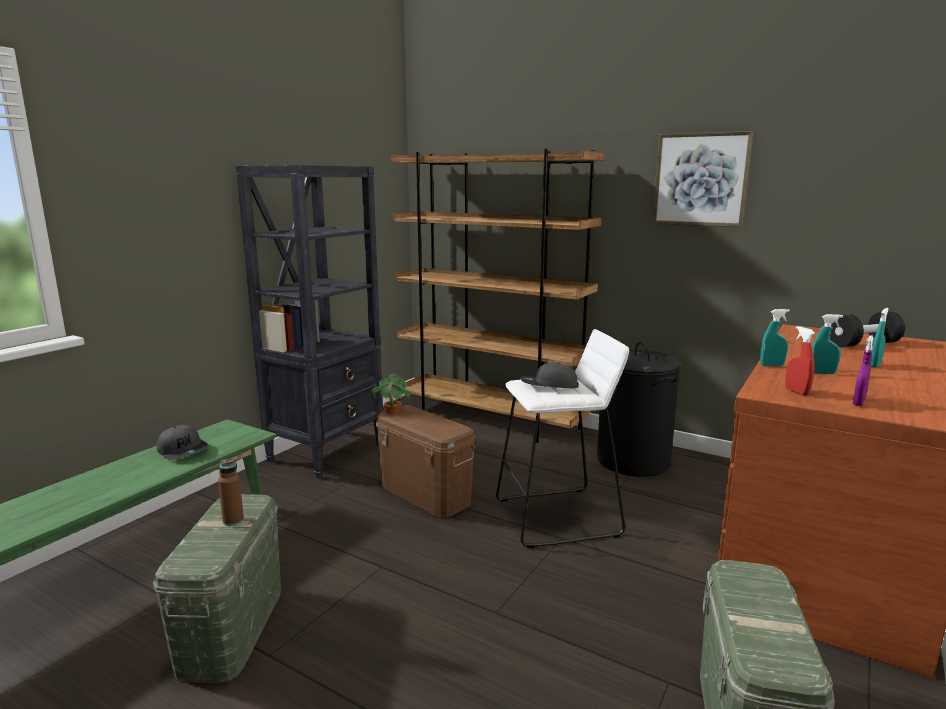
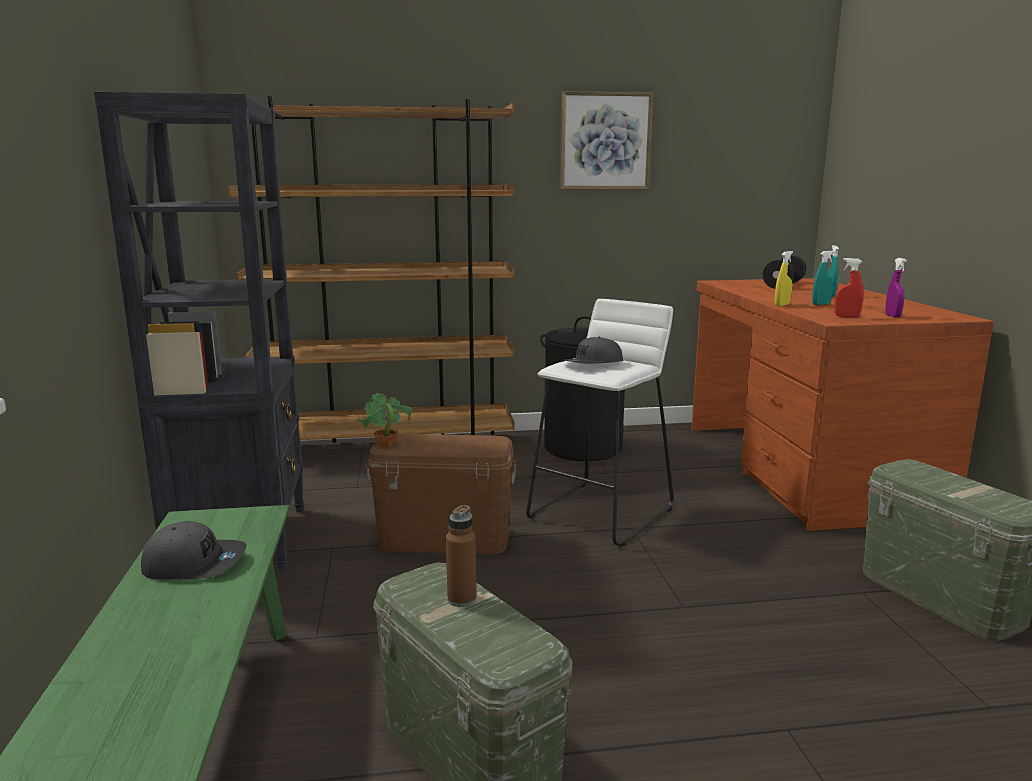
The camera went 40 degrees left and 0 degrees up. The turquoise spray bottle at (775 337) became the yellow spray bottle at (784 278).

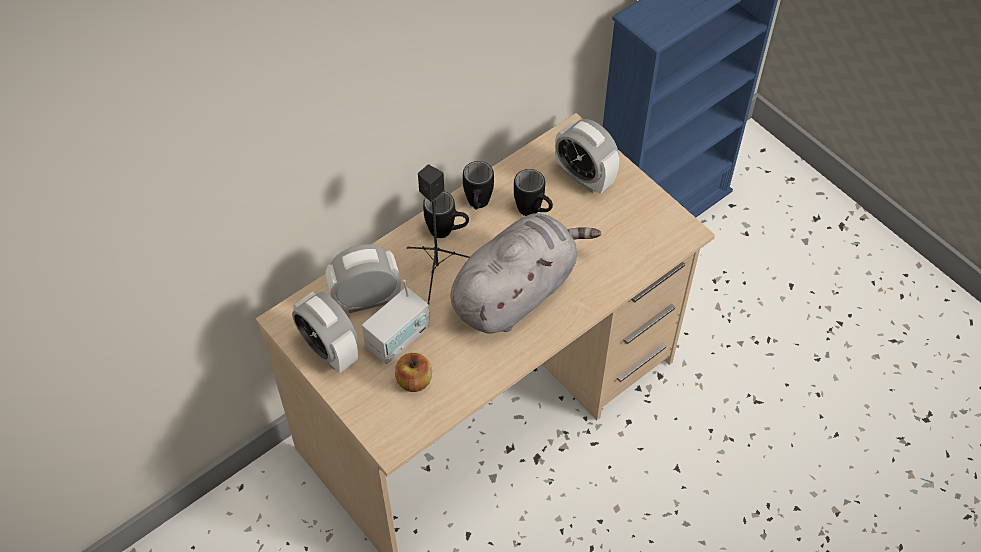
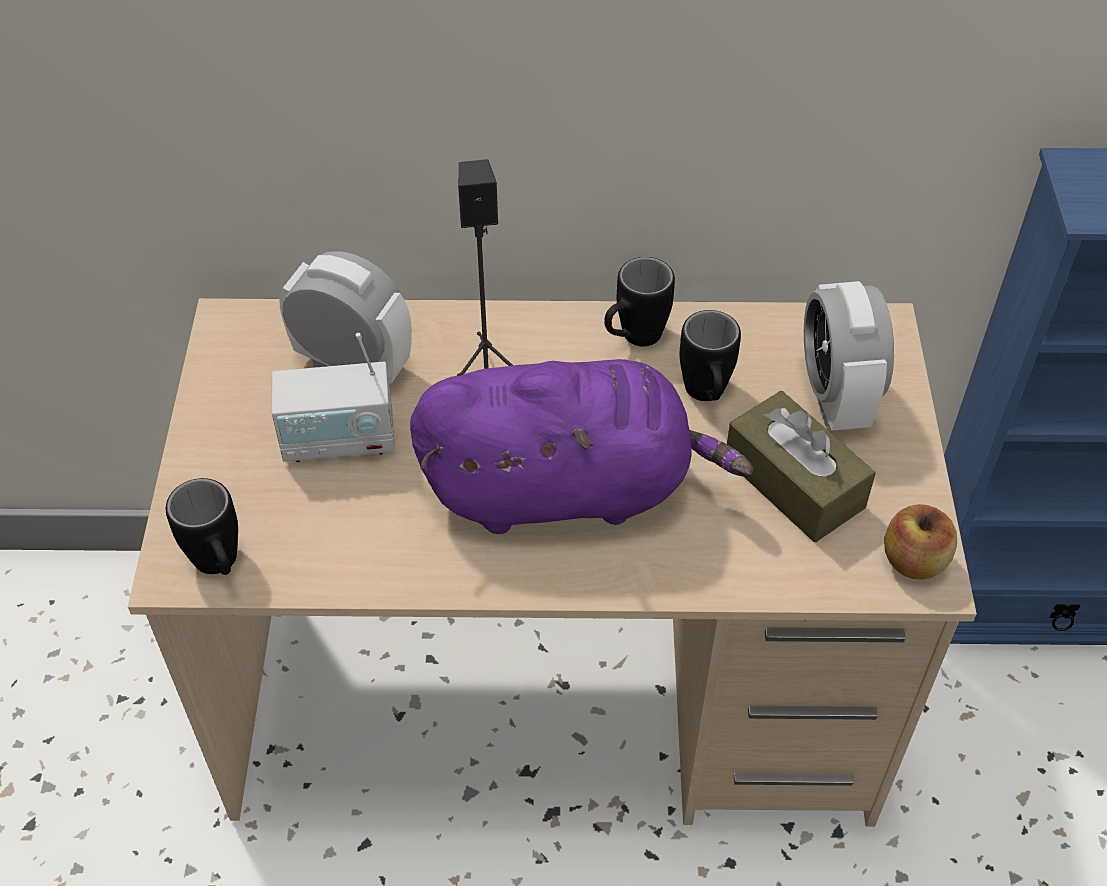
The camera went 40 degrees right and 5 degrees down. The black coffee mug moved from (446 214) to (202 526). The greyish cuddly toy at (526 273) became the purplish cuddly toy at (582 446). The alarm clock at (325 332) disappeared. The whole apple moved from (413 372) to (920 542). The brownish box of tissues at (801 466) appeared.

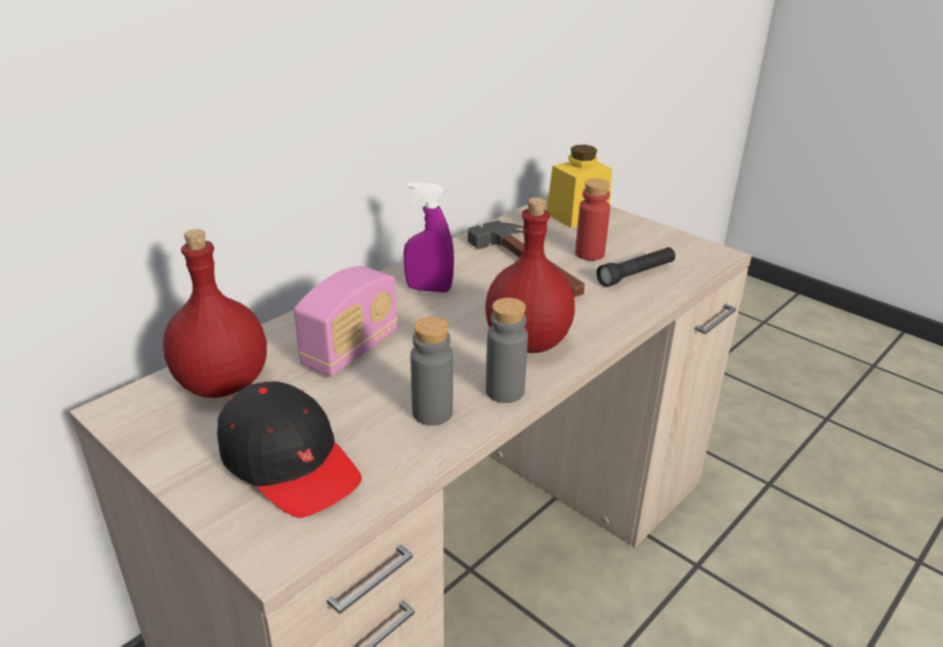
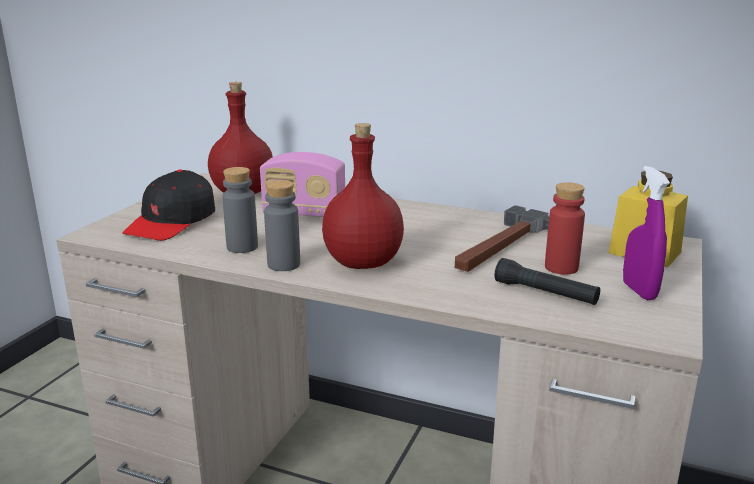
The camera went 70 degrees right and 10 degrees down. The purplish spray bottle moved from (428 237) to (646 233).

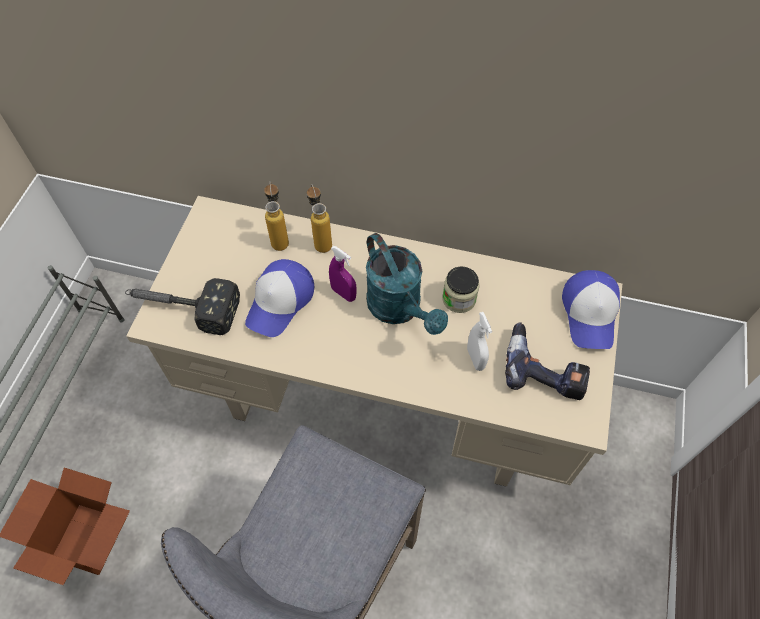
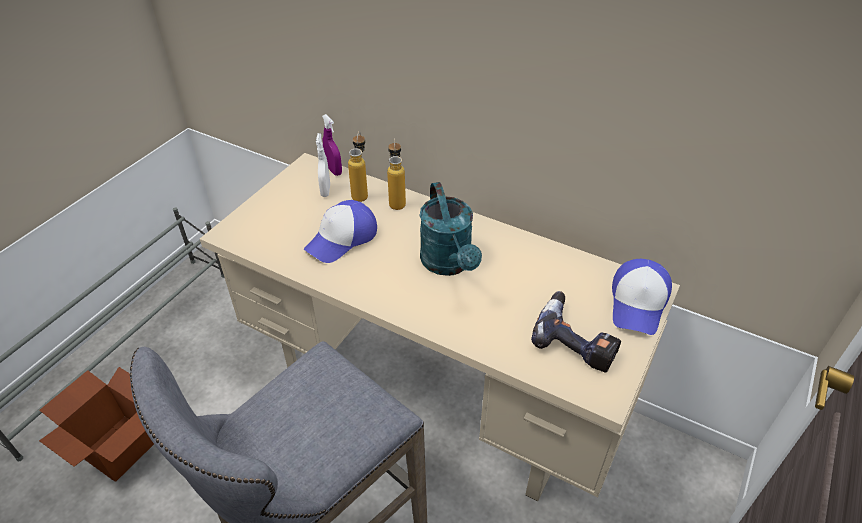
The camera went 15 degrees right and 15 degrees down. The purplish spray bottle moved from (343 274) to (332 145). The storage jar at (460 289) disappeared. The hand hammer at (182 306) disappeared. The whitish spray bottle moved from (479 341) to (323 165).

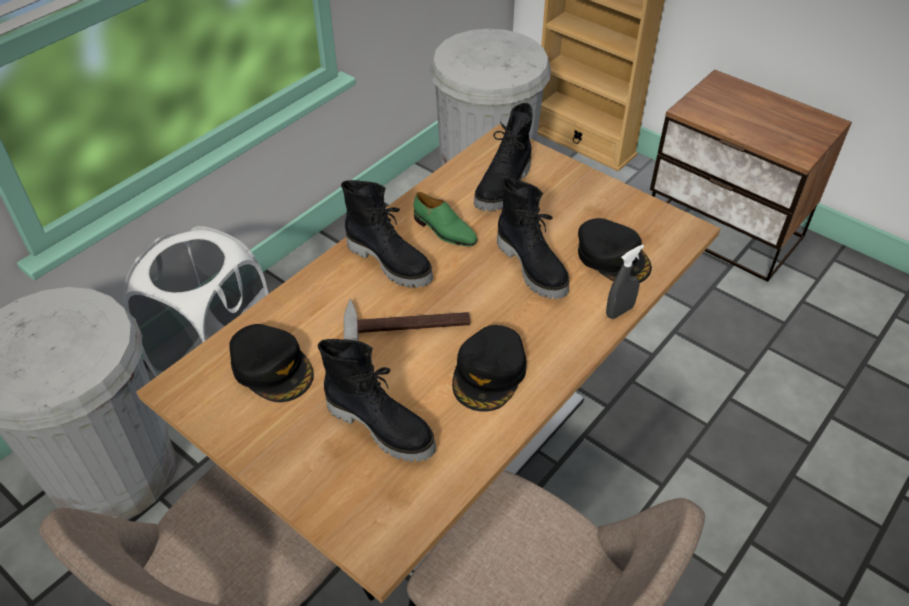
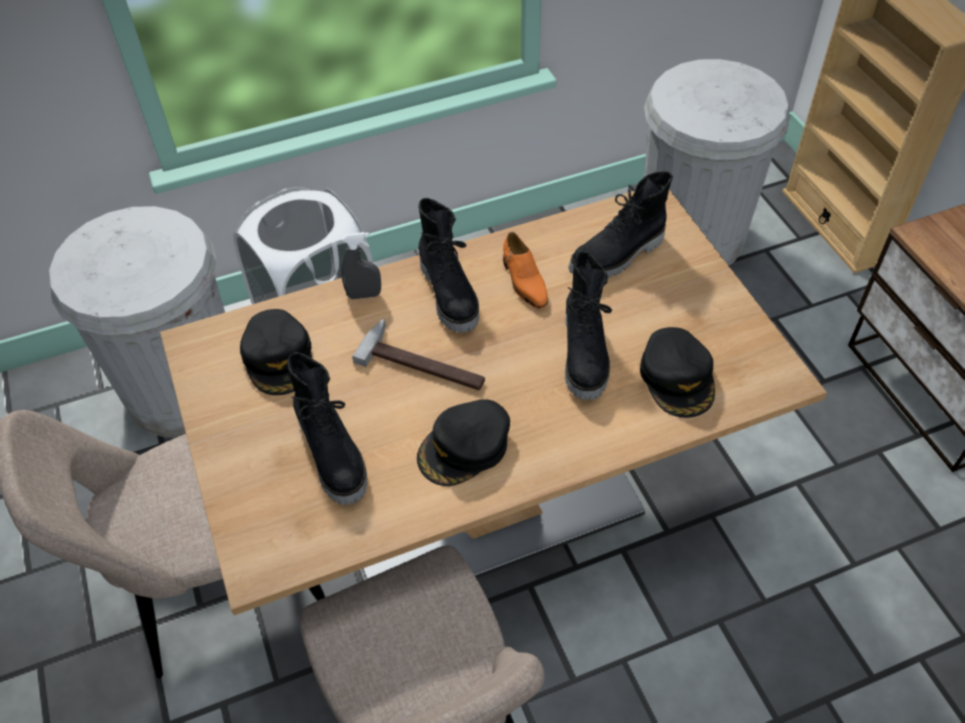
The camera went 30 degrees right and 5 degrees up. The greenish shoe at (445 219) became the orange-coloured shoe at (525 270). The greyish spray bottle moved from (625 281) to (361 265).

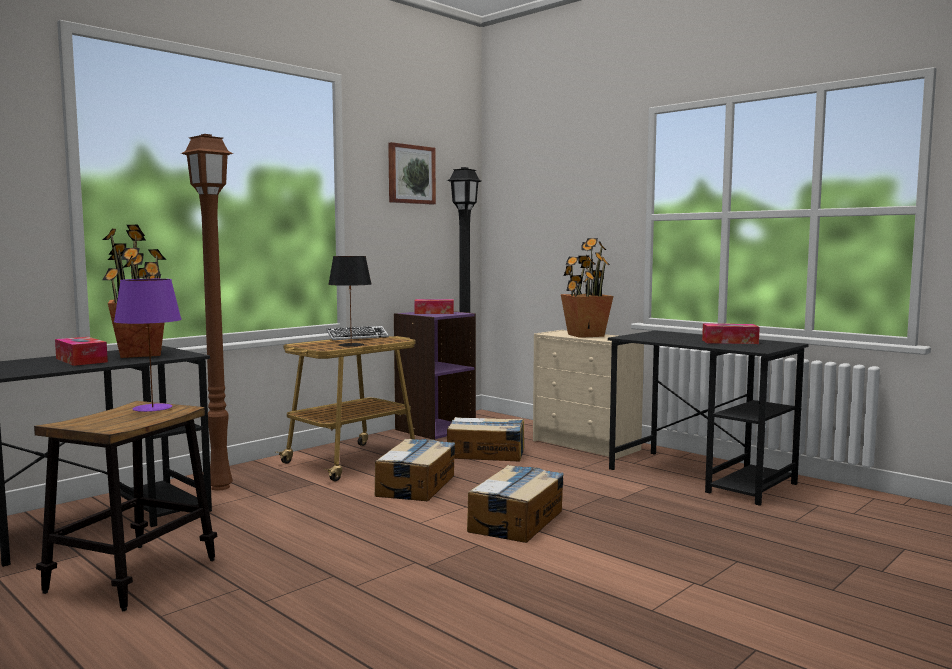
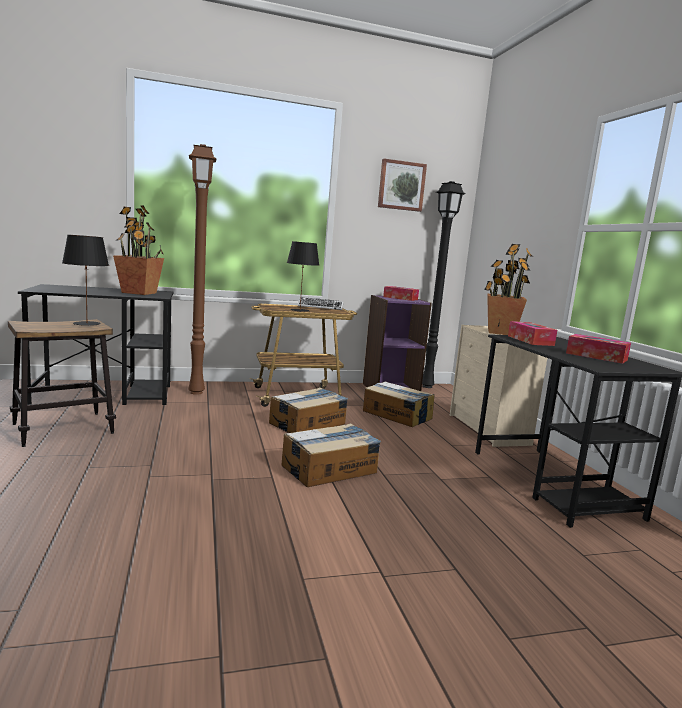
The camera went 30 degrees right and 5 degrees up. The purplish tabletop lamp at (148 345) became the black tabletop lamp at (85 280). The box of tissues moved from (81 351) to (532 333).

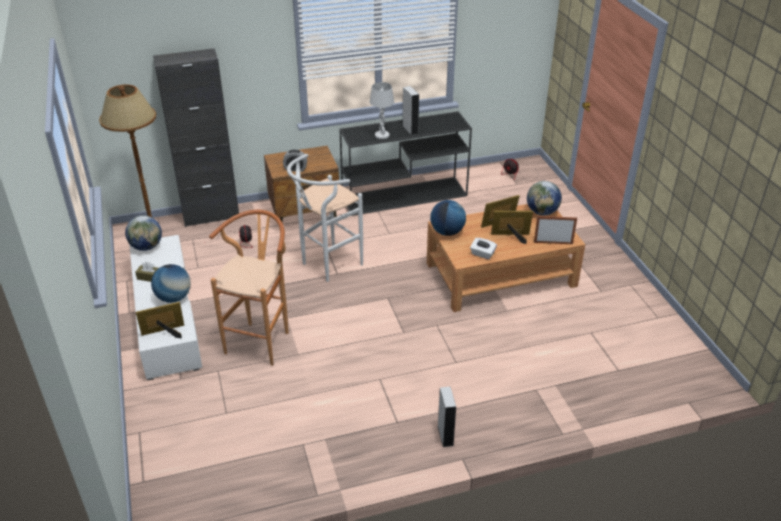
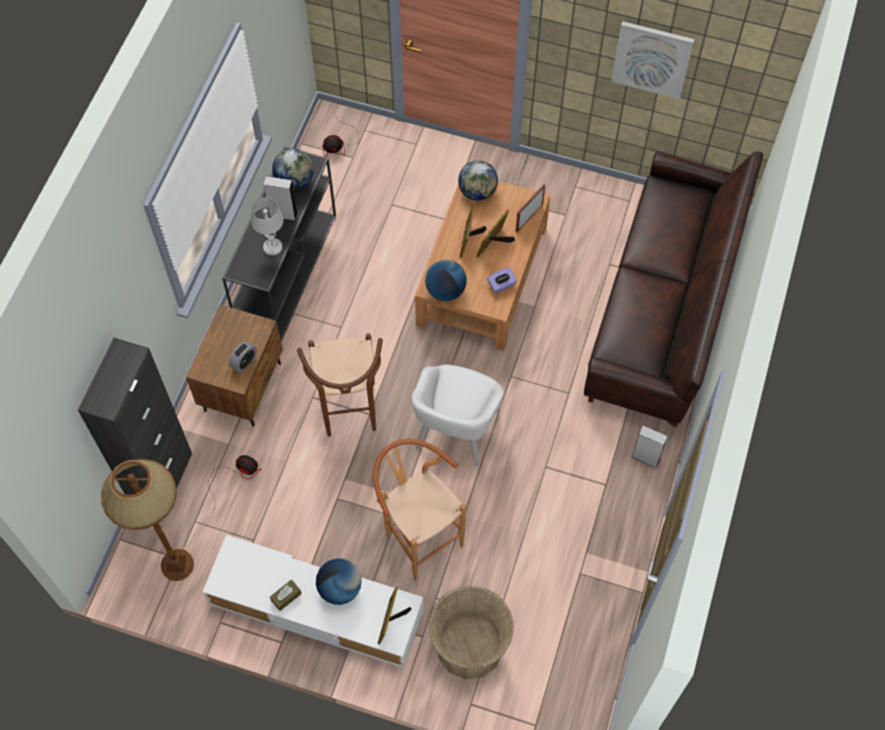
The camera went 55 degrees left and 25 degrees up. The whitish stool at (325 218) became the brownish stool at (340 385). The desk globe moved from (143 233) to (293 169). The whitish box of tissues at (483 248) became the purplish box of tissues at (502 280). The wall picture at (653 60) appeared. The brownish settee at (673 289) appeared. The whitish armchair at (457 416) appeared. The storage basket at (471 633) appeared.

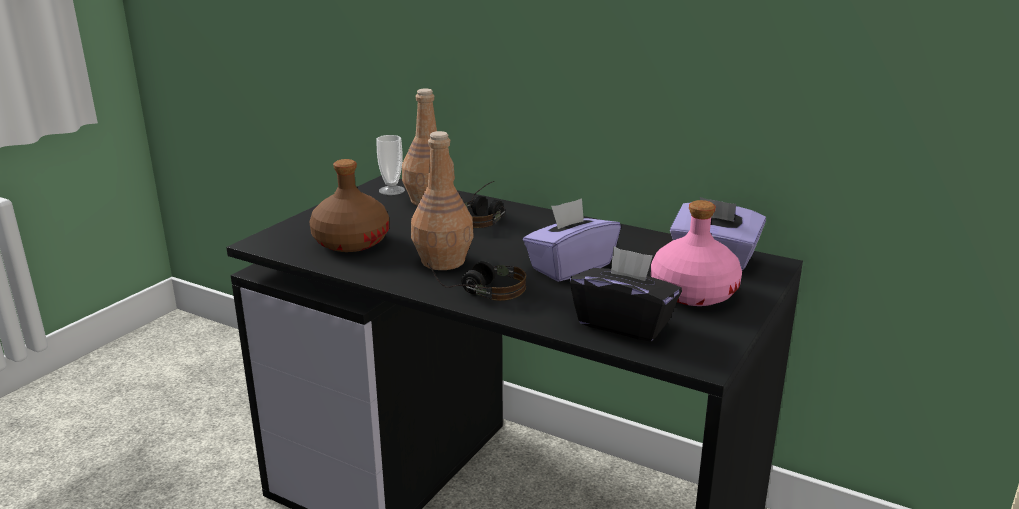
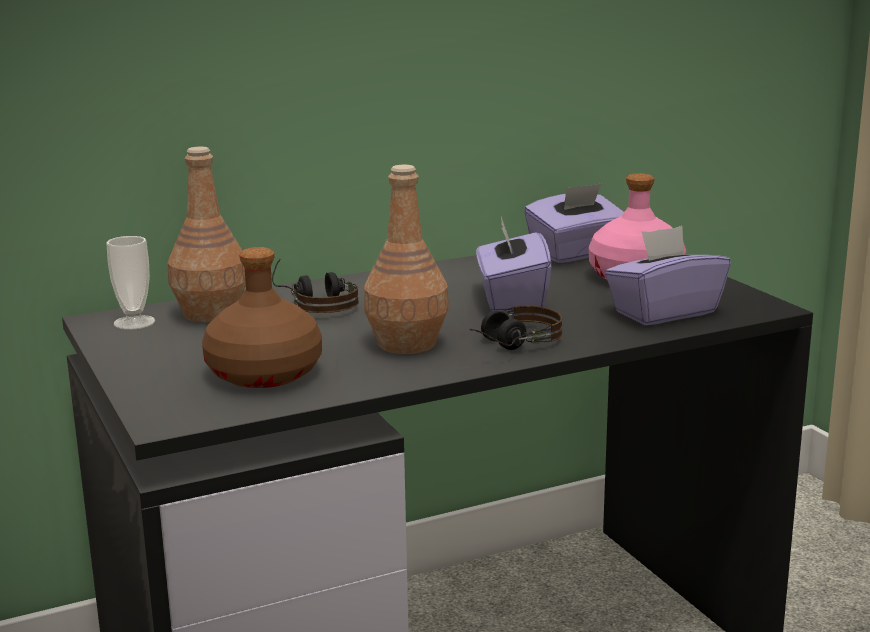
The camera went 55 degrees left and 5 degrees down. The black box of tissues at (626 294) became the purplish box of tissues at (668 275).

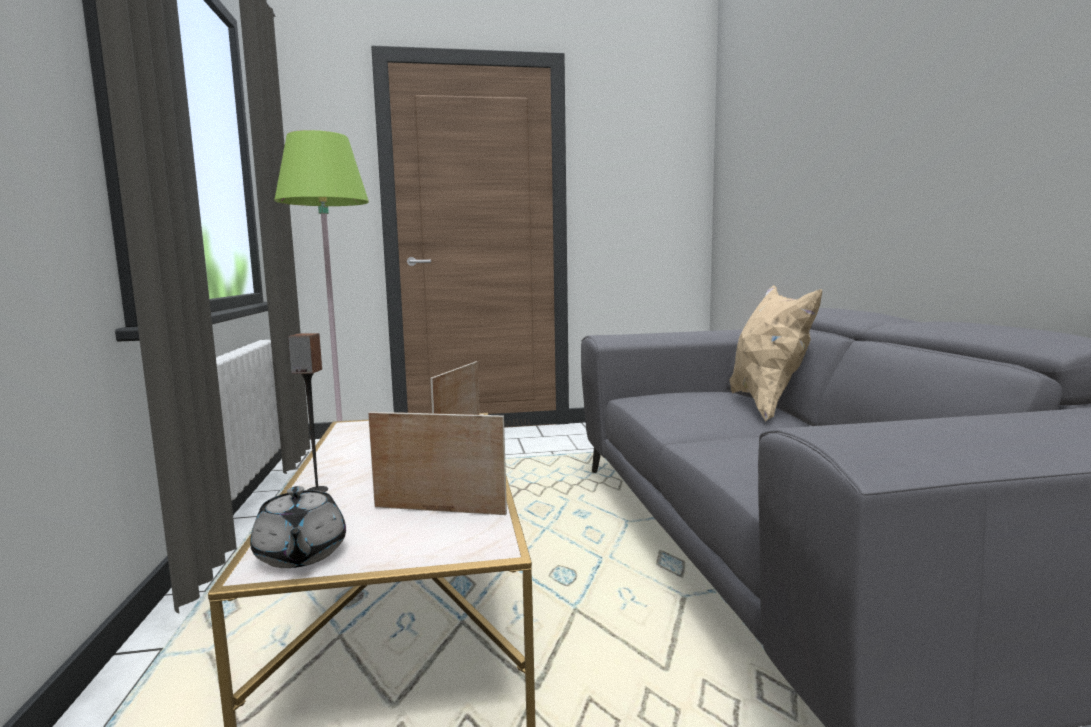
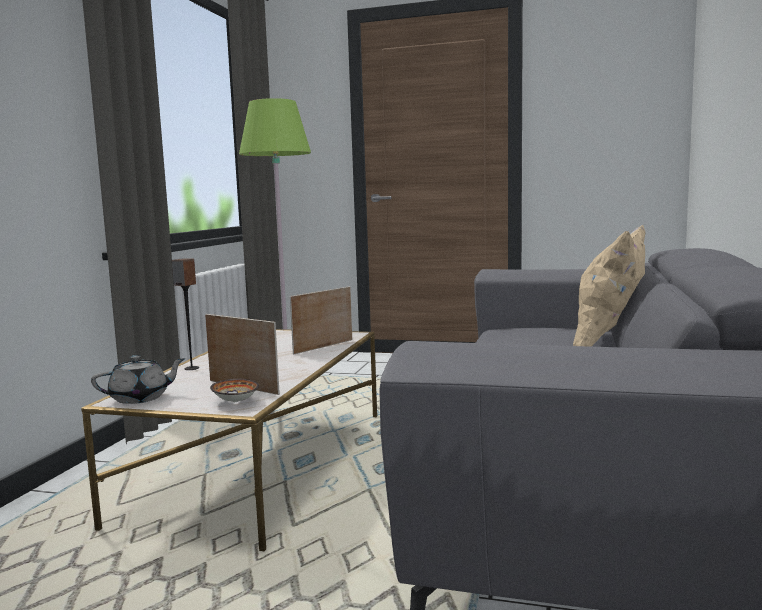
The camera went 25 degrees right and 0 degrees up. The greyish teapot at (298 527) turned 120 degrees counterclockwise. The deep dish at (234 390) appeared.

